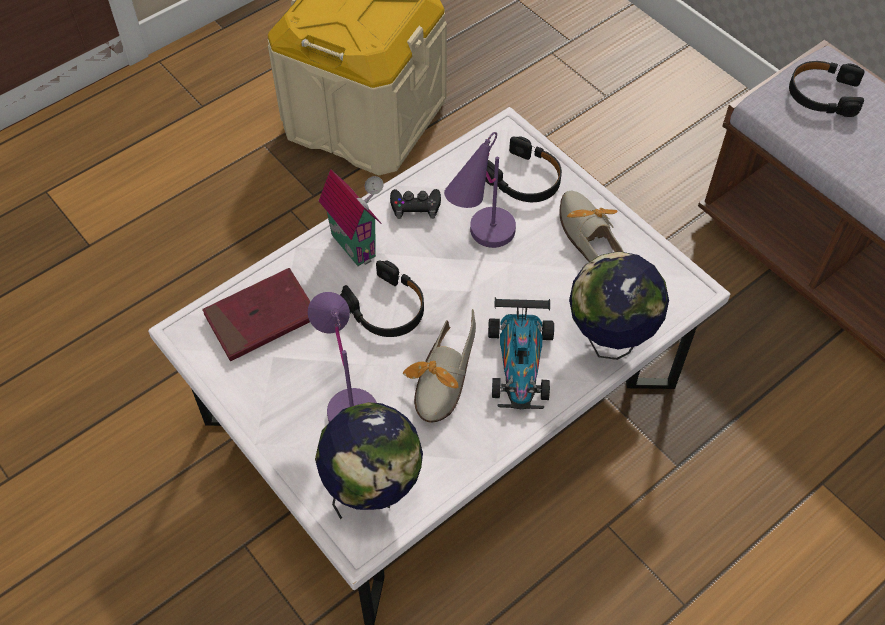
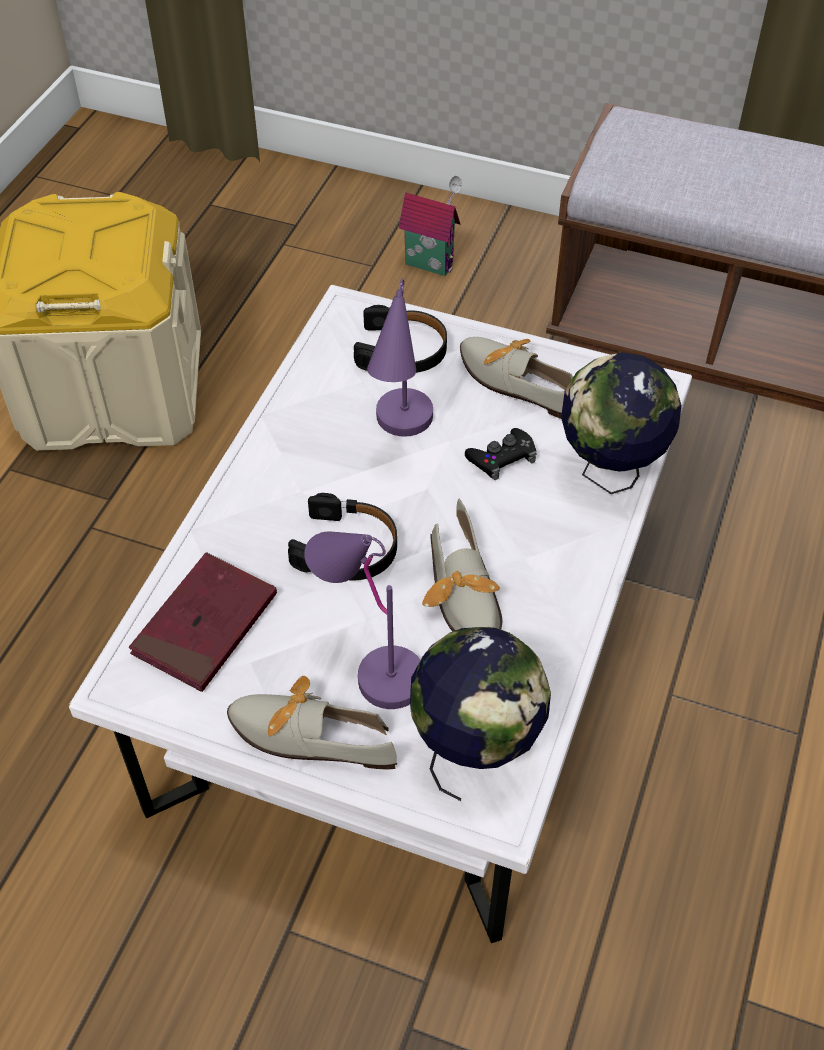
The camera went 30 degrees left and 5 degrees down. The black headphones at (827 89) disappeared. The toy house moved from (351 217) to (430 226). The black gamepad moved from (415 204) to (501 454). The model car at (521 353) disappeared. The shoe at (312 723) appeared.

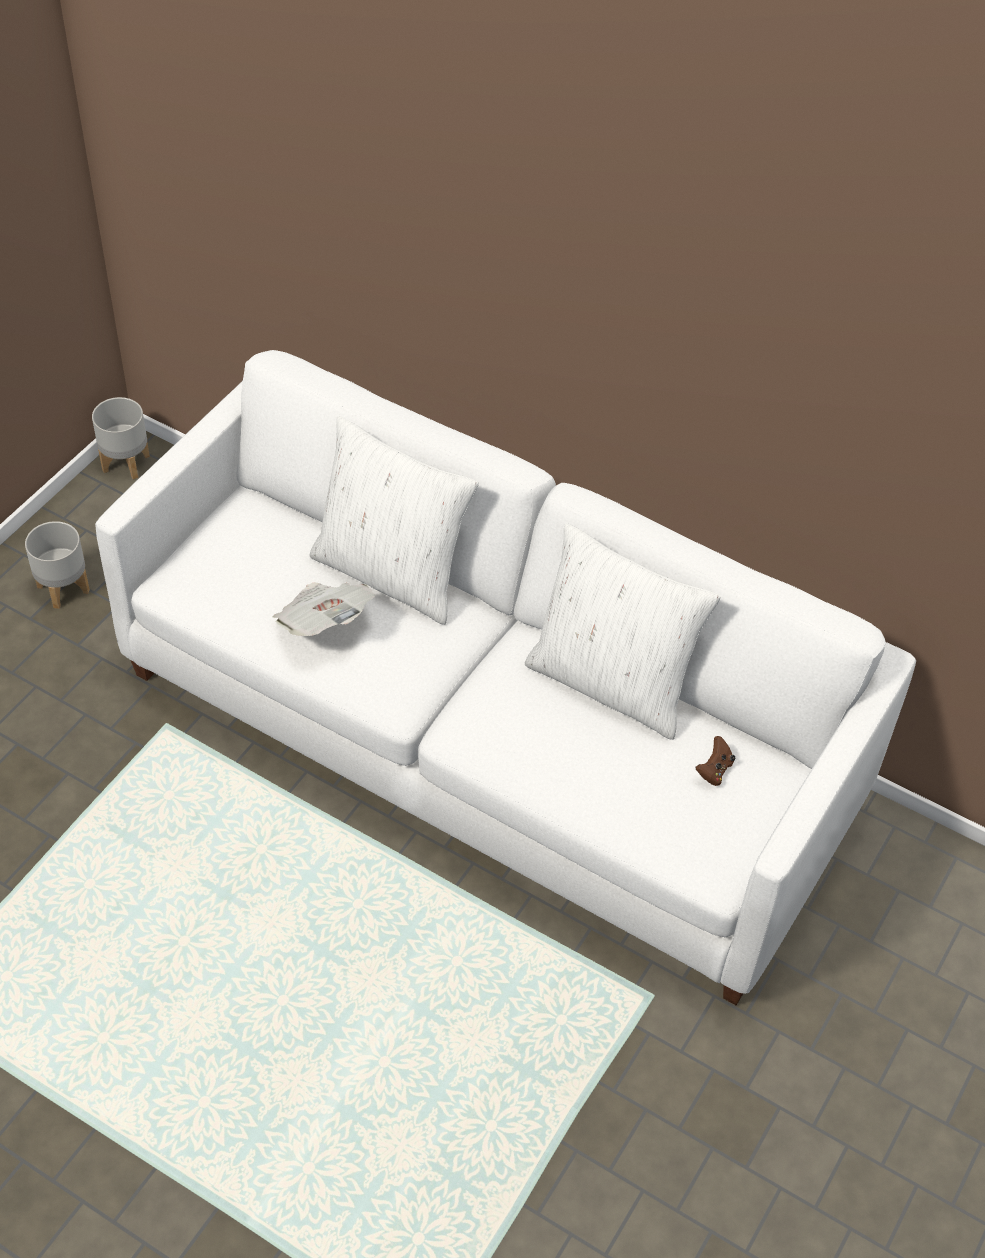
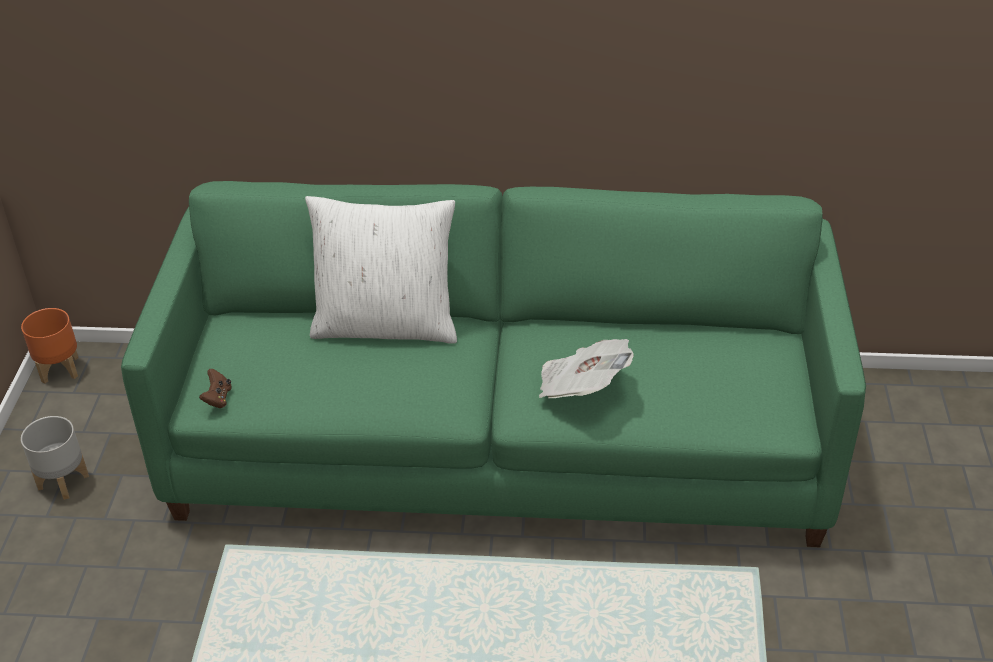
The camera went 25 degrees left and 10 degrees down. The whitish settee at (505 677) became the greenish settee at (493 364). The greyish flower pot at (121 438) became the orange-coloured flower pot at (49 346). The whitish pillow at (623 631) disappeared. The printed paper moved from (324 609) to (586 368). The brownish gamepad moved from (715 761) to (215 388).

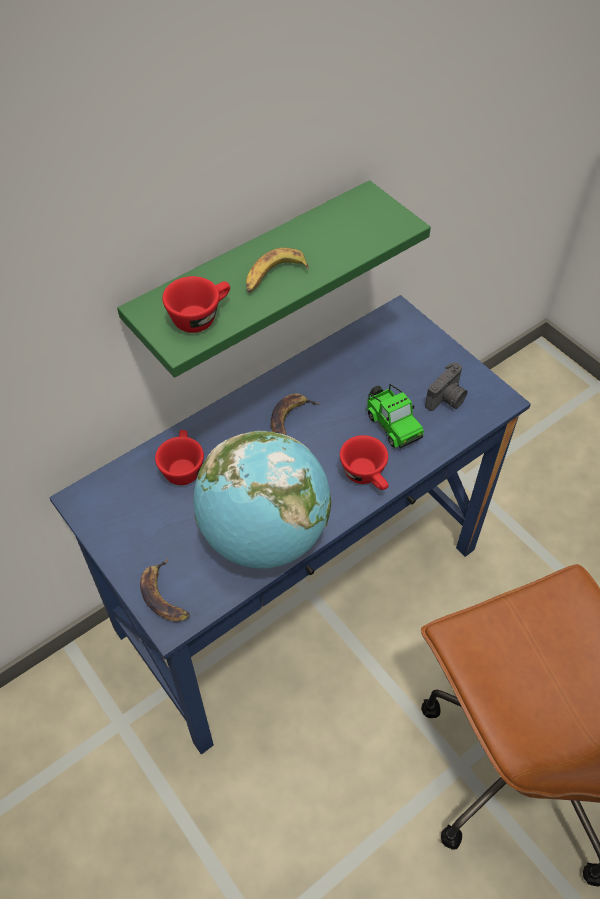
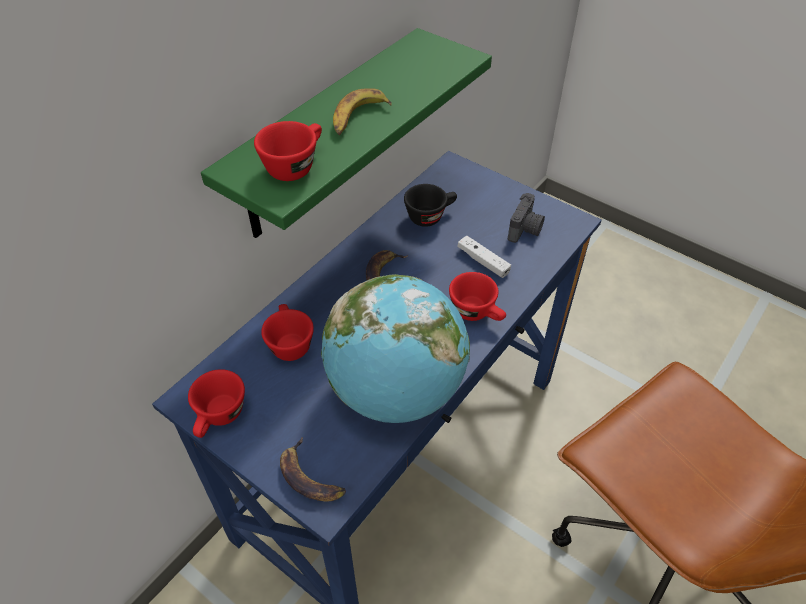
The camera went 15 degrees left and 5 degrees down. The model car at (395 416) was replaced by the whitish gamepad at (484 257). The black small cup at (430 205) appeared. The reddish small cup at (216 403) appeared.

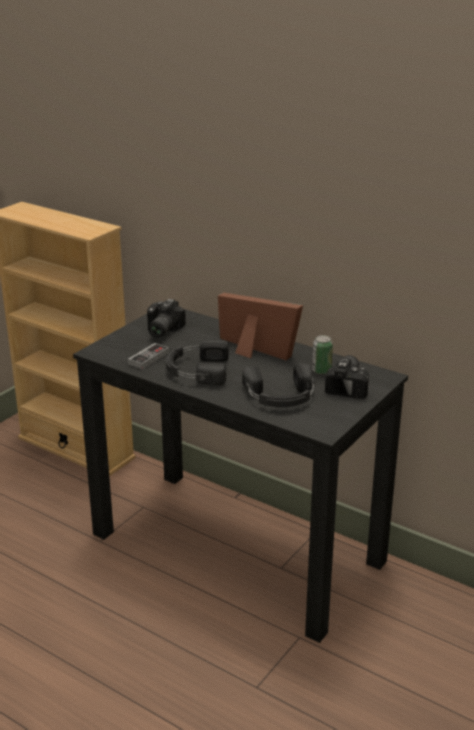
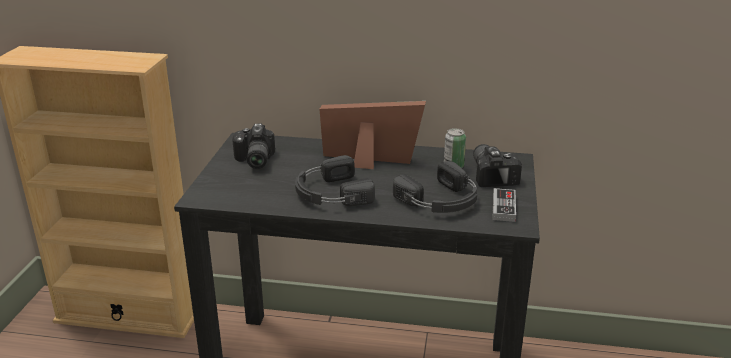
The camera went 25 degrees left and 0 degrees up. The gamepad moved from (148 356) to (504 205).

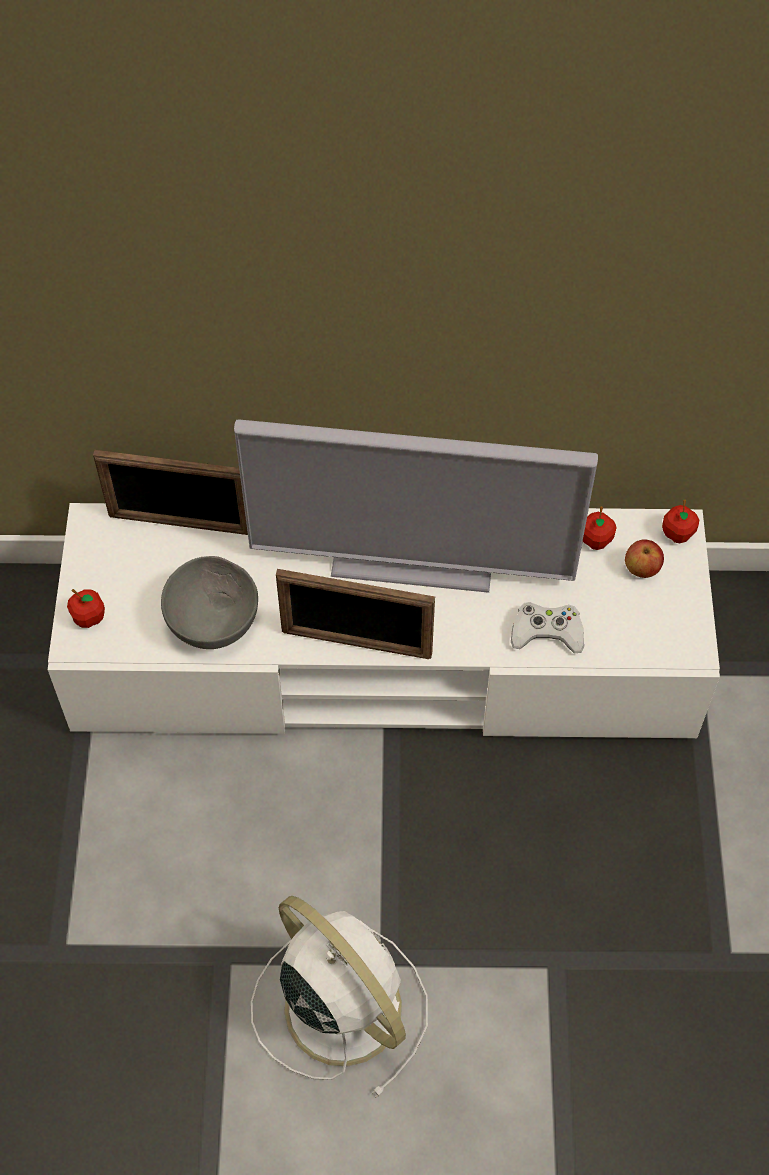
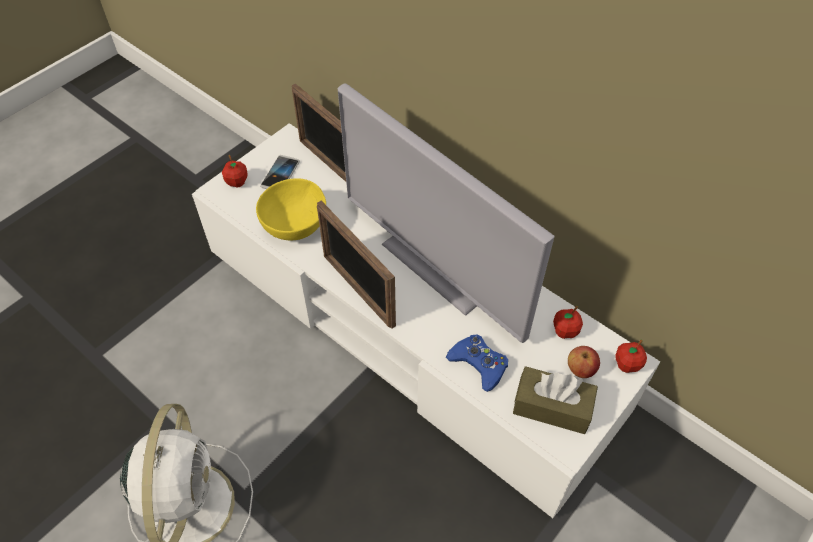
The camera went 40 degrees right and 5 degrees down. The greyish deep dish at (209 602) became the yellow deep dish at (291 209). The whitish gamepad at (547 627) became the blue-coloured gamepad at (477 363). The handset at (280 172) appeared. The brownish box of tissues at (555 400) appeared.

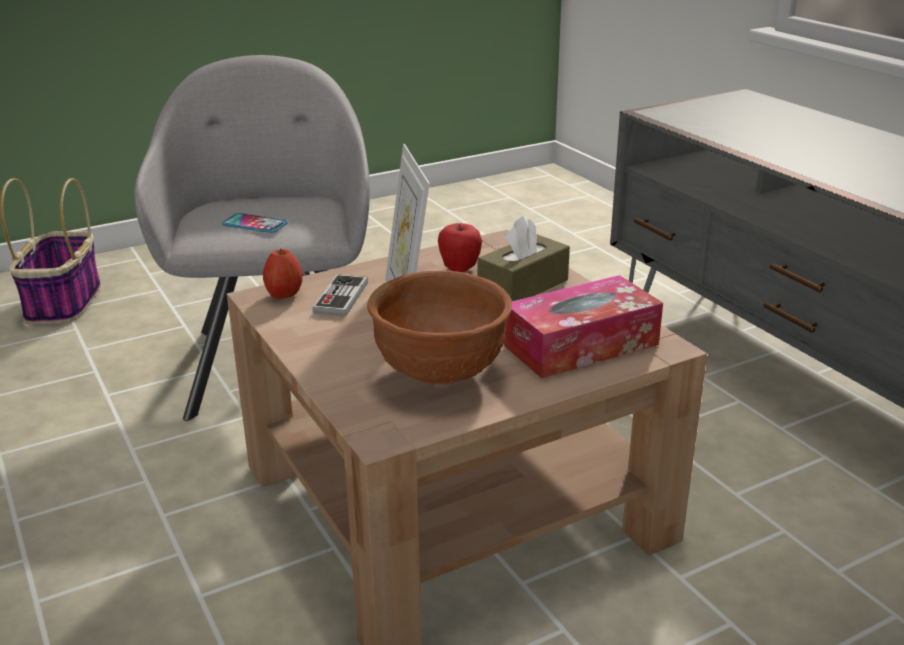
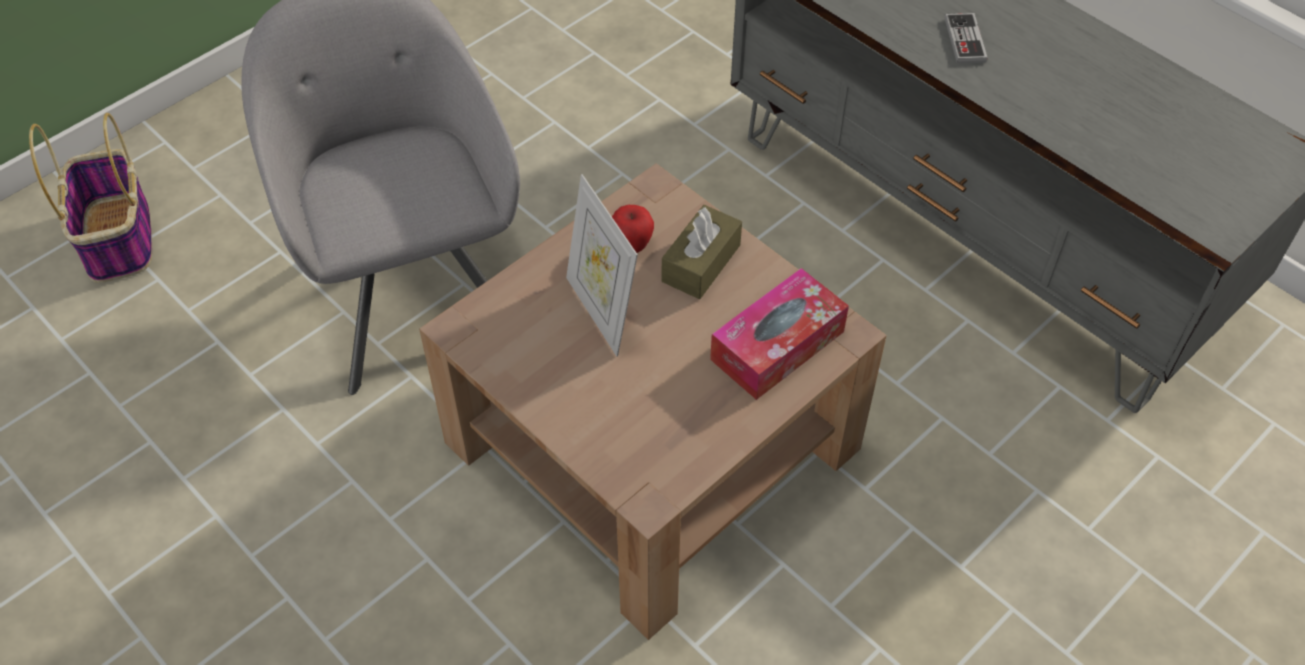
The camera went 15 degrees left and 25 degrees up. The handset at (255 223) disappeared. The whole apple at (282 274) disappeared. The brownish deep dish at (439 328) disappeared. The gamepad moved from (340 295) to (966 38).

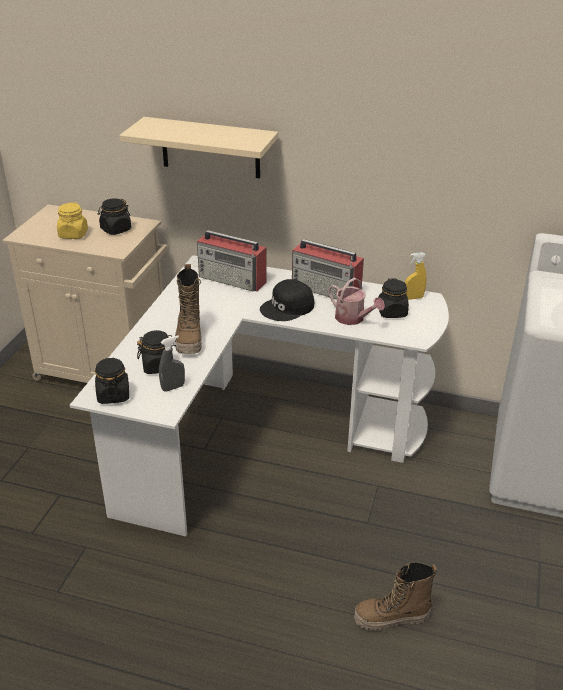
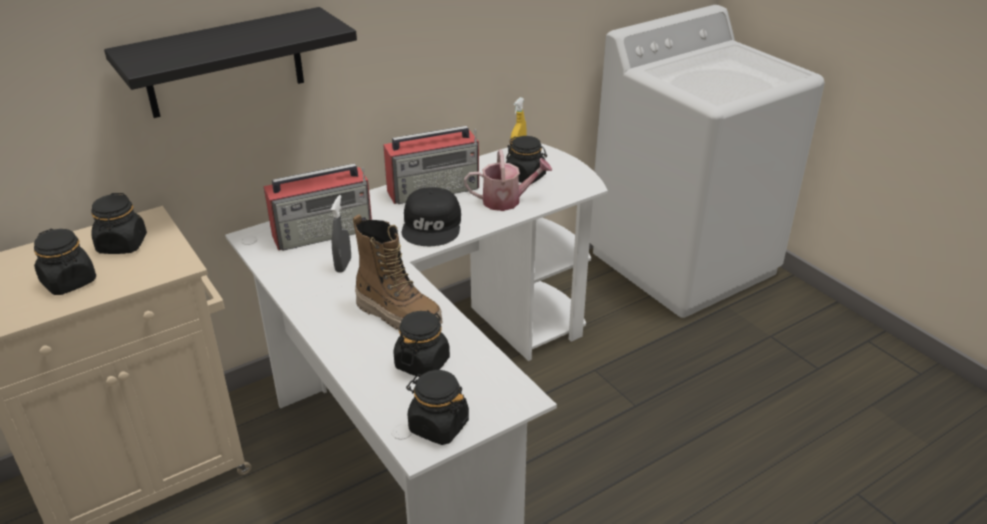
The camera went 50 degrees left and 0 degrees up. The beige-coloured bracket shelf at (198 148) became the black bracket shelf at (230 62). The yellow storage jar at (72 220) became the black storage jar at (65 262). The greyish spray bottle moved from (172 363) to (341 234). The tall boot at (395 596) disappeared.

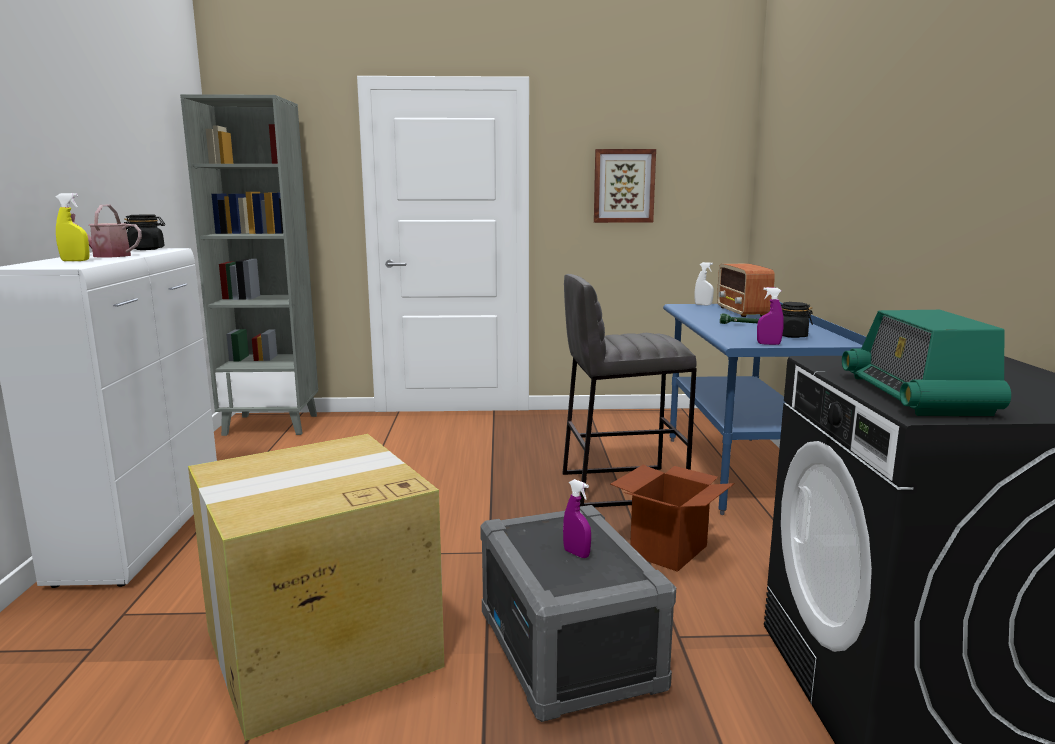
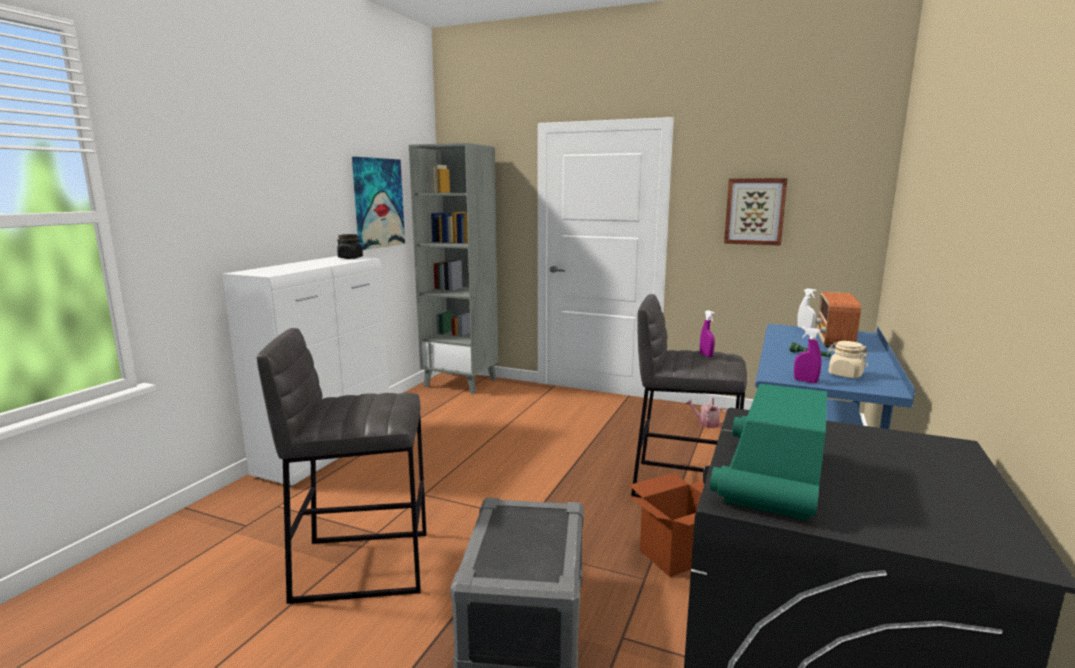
The camera went 25 degrees right and 0 degrees up. The yellow spray bottle at (72 227) disappeared. The watering can moved from (106 231) to (706 412). The black storage jar at (797 320) became the beige-coloured storage jar at (848 359). The cardboard box at (316 587) was replaced by the greyish stool at (341 466). The purplish spray bottle moved from (577 518) to (707 333). The wall picture at (378 203) appeared.

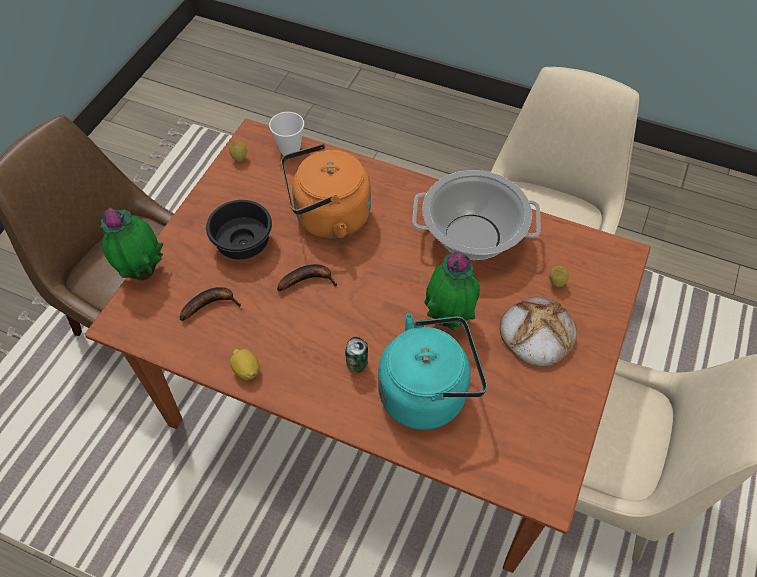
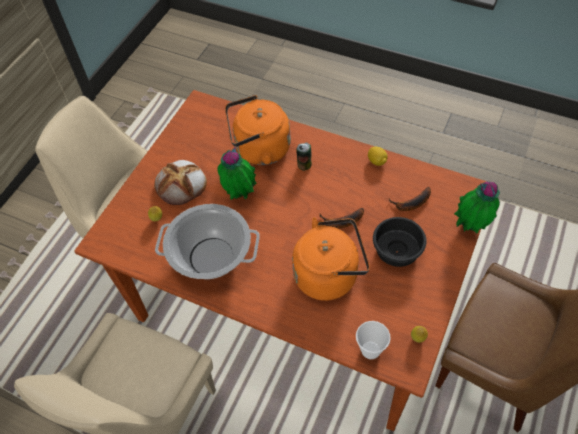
The camera went 175 degrees left and 0 degrees up. The turquoise tea kettle at (432 372) became the orange-coloured tea kettle at (258 130).

